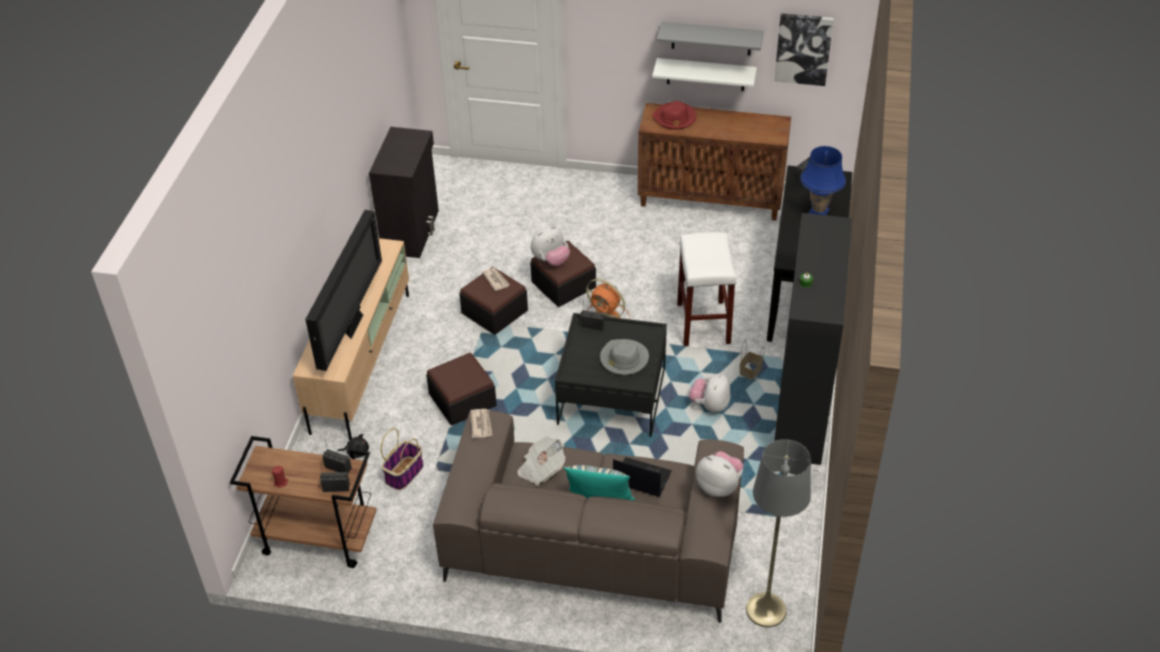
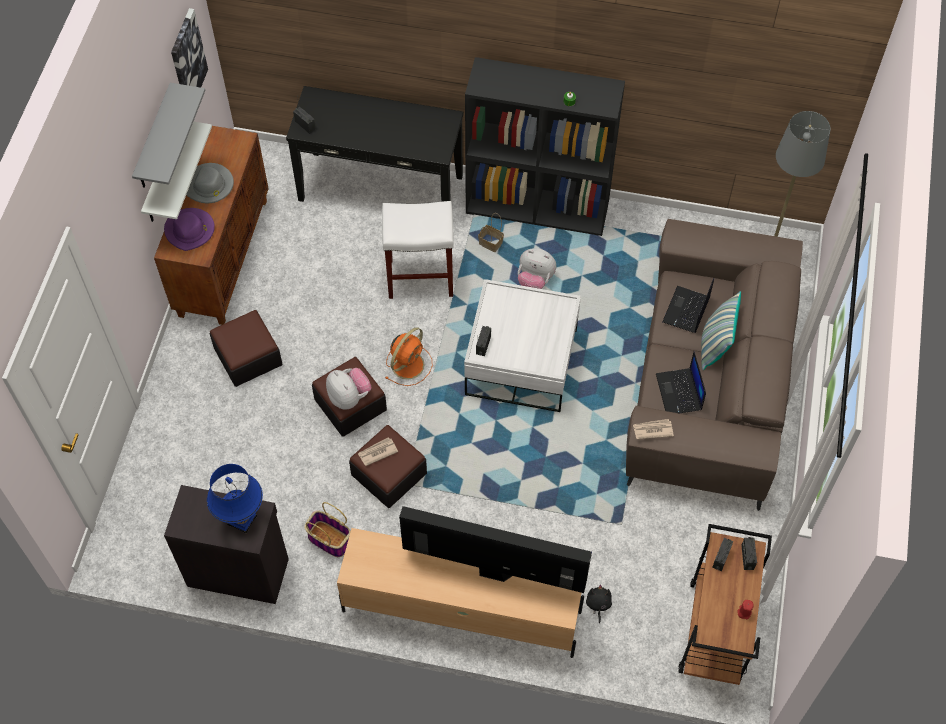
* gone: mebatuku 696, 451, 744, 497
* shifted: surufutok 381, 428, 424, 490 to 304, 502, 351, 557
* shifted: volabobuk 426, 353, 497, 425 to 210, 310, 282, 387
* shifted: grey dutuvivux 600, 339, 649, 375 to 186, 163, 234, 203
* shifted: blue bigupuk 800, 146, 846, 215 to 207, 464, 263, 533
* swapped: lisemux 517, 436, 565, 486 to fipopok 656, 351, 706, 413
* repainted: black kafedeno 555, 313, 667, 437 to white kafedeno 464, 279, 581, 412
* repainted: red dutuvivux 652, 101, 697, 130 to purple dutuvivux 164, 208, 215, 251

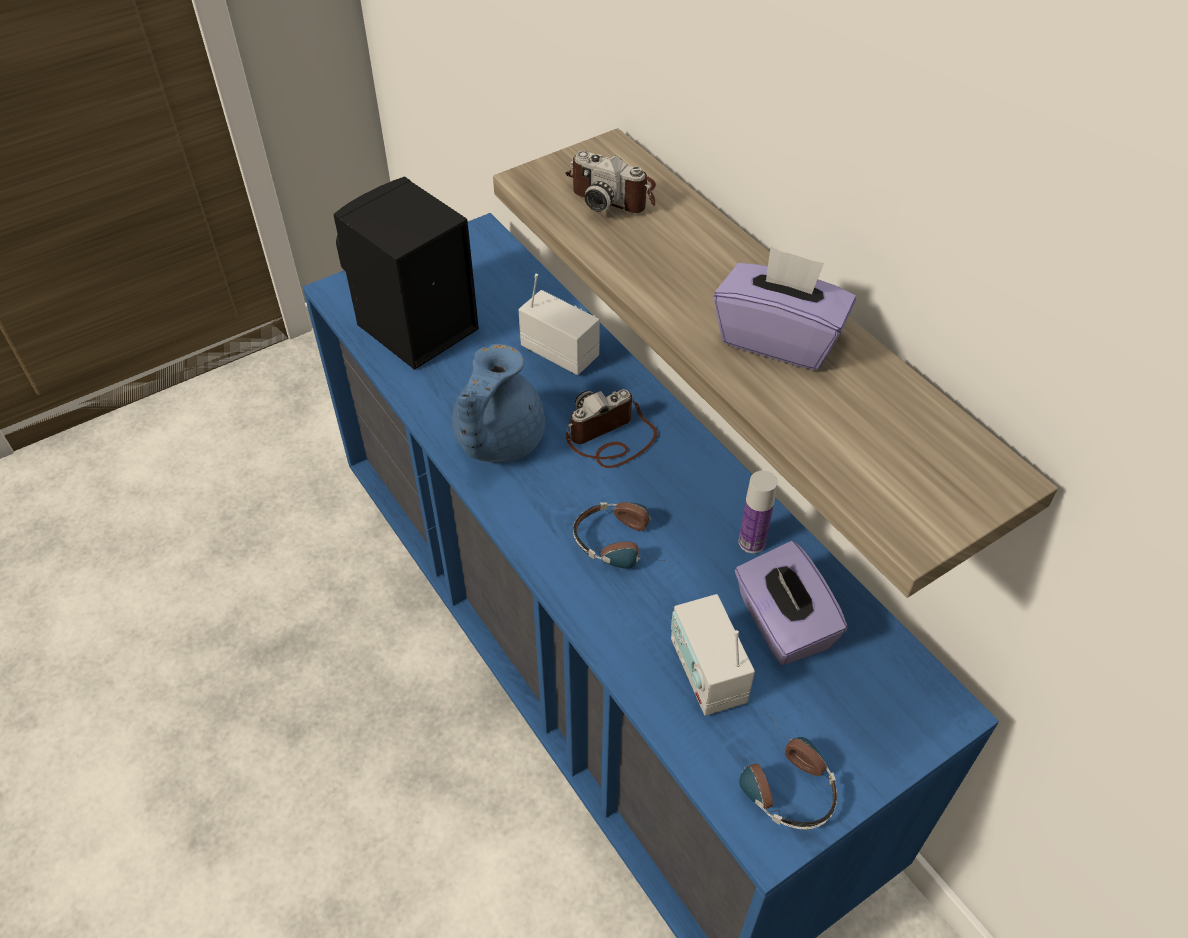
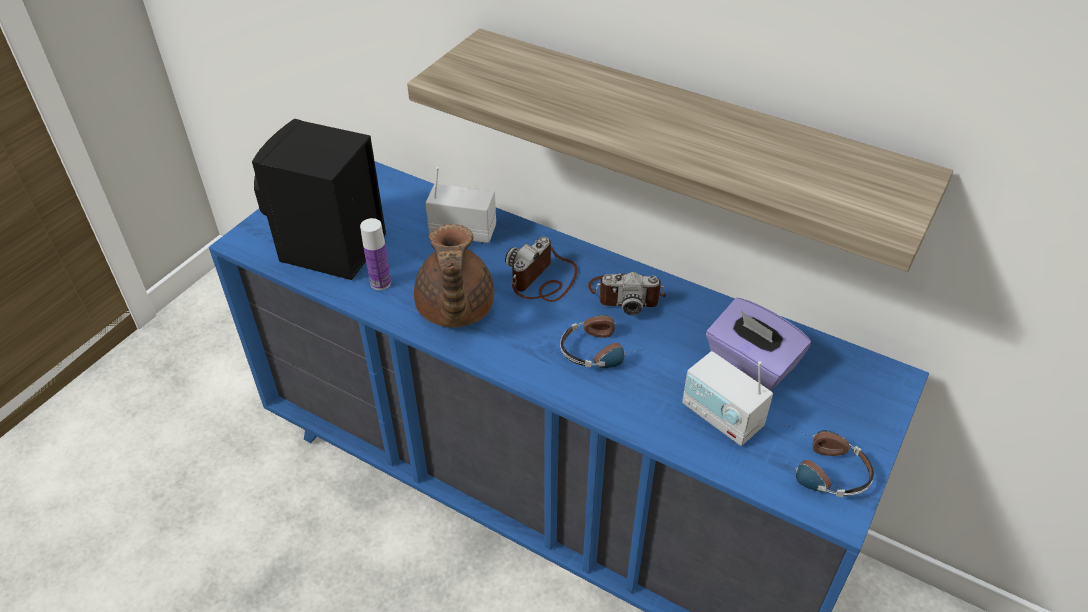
* gone: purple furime 714, 246, 856, 370
* shifted: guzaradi 565, 151, 656, 213 to 588, 272, 666, 315
* shifted: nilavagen 739, 471, 777, 553 to 360, 218, 391, 290
* repainted: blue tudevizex 452, 344, 545, 463 to brown tudevizex 414, 224, 494, 328

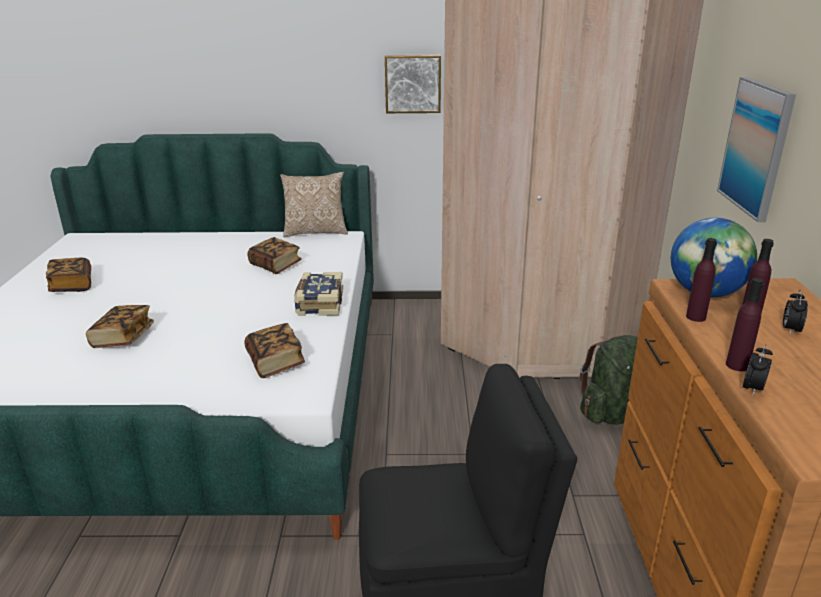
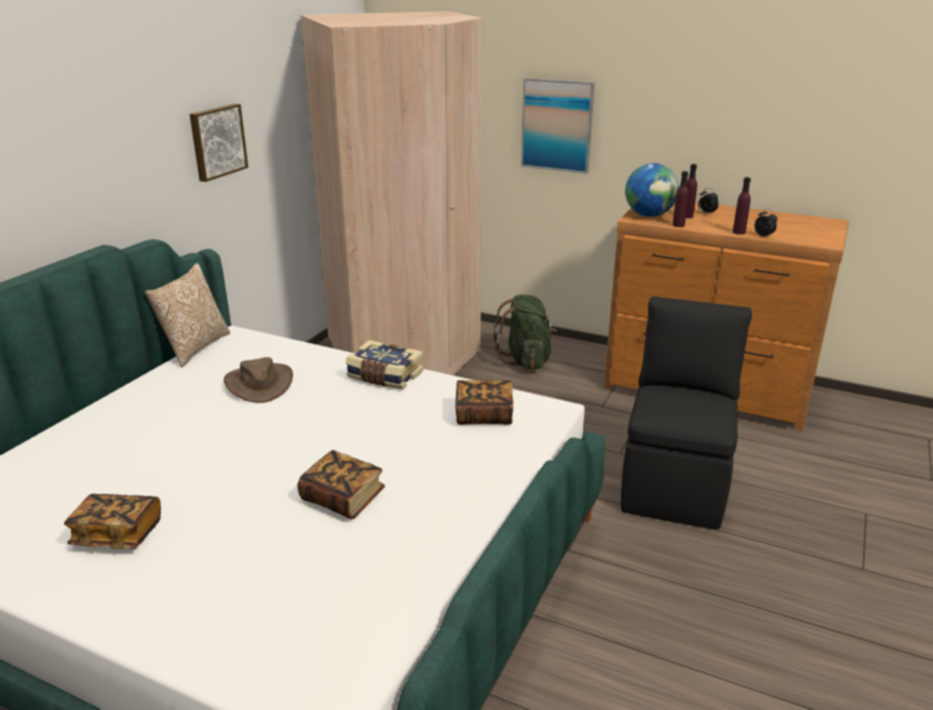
* swapped: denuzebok 247, 237, 302, 274 to brown dutuvivux 224, 357, 293, 403

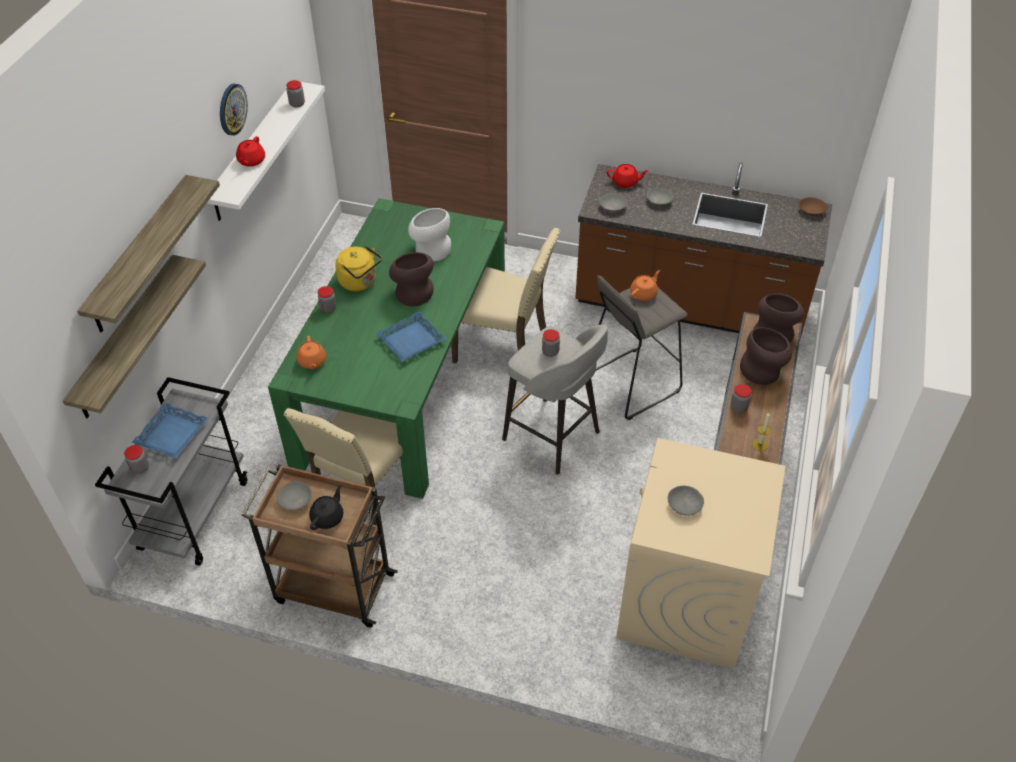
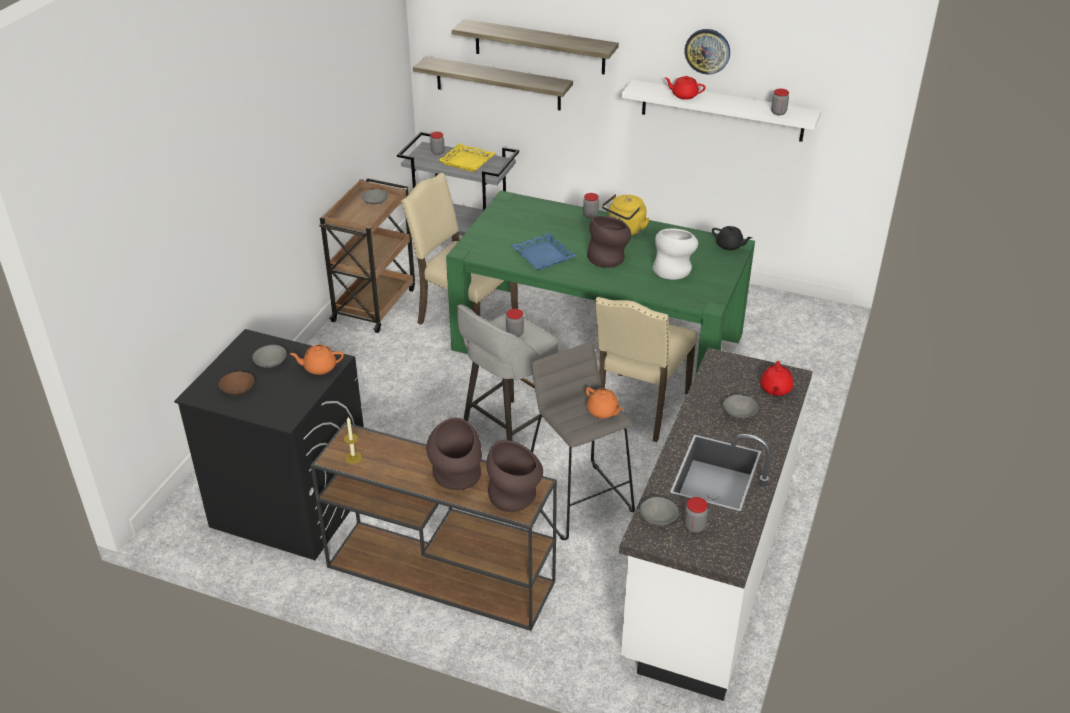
* shifted: orange tudevizex 296, 336, 326, 369 to 290, 345, 344, 375
* shifted: black tudevizex 309, 485, 343, 530 to 712, 226, 752, 250
* shifted: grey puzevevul 600, 193, 627, 212 to 640, 497, 679, 526
* shifted: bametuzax 731, 384, 752, 413 to 684, 497, 708, 533
* shifted: brown puzevevul 799, 197, 827, 216 to 219, 371, 254, 395
* repainted: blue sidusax 132, 402, 208, 459 to yellow sidusax 438, 143, 495, 172
* repainted: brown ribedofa 576, 163, 832, 339 to white ribedofa 619, 348, 813, 701
* repainted: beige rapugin 616, 438, 785, 669 to black rapugin 174, 329, 364, 560

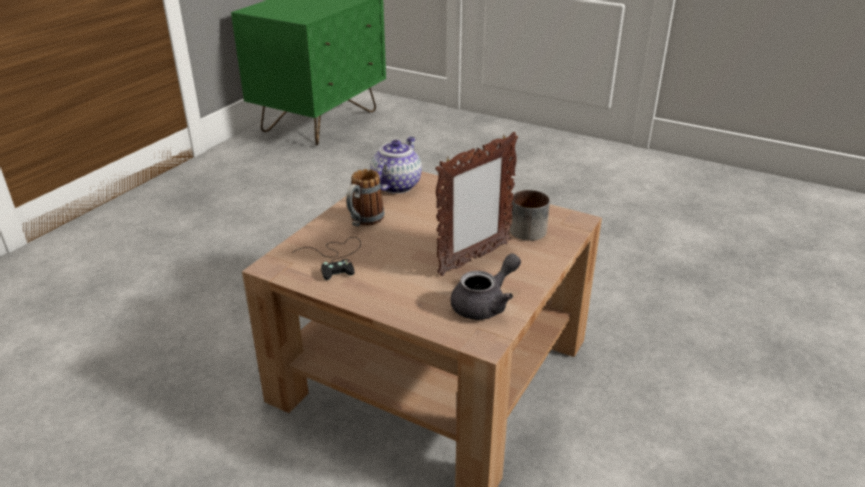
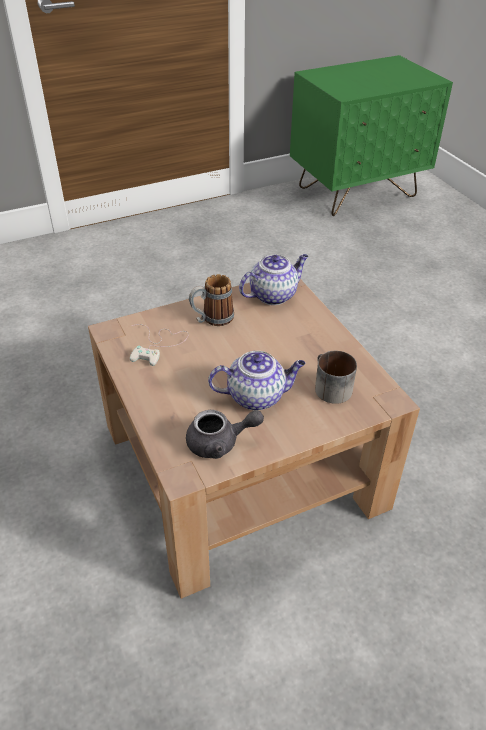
* swapped: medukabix 435, 132, 518, 276 to tudevizex 208, 351, 305, 410
* repainted: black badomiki 292, 237, 361, 280 to white badomiki 130, 324, 189, 366

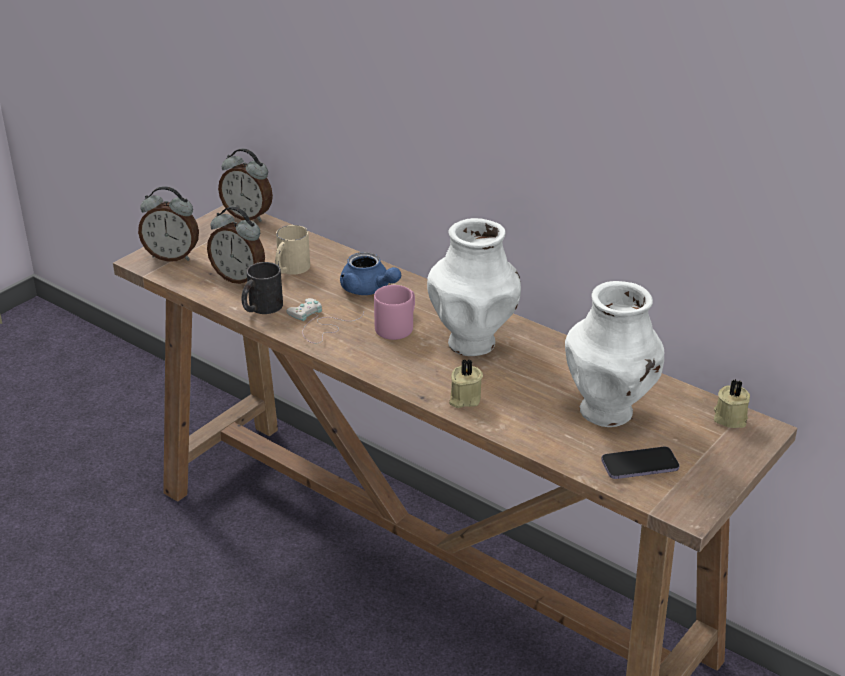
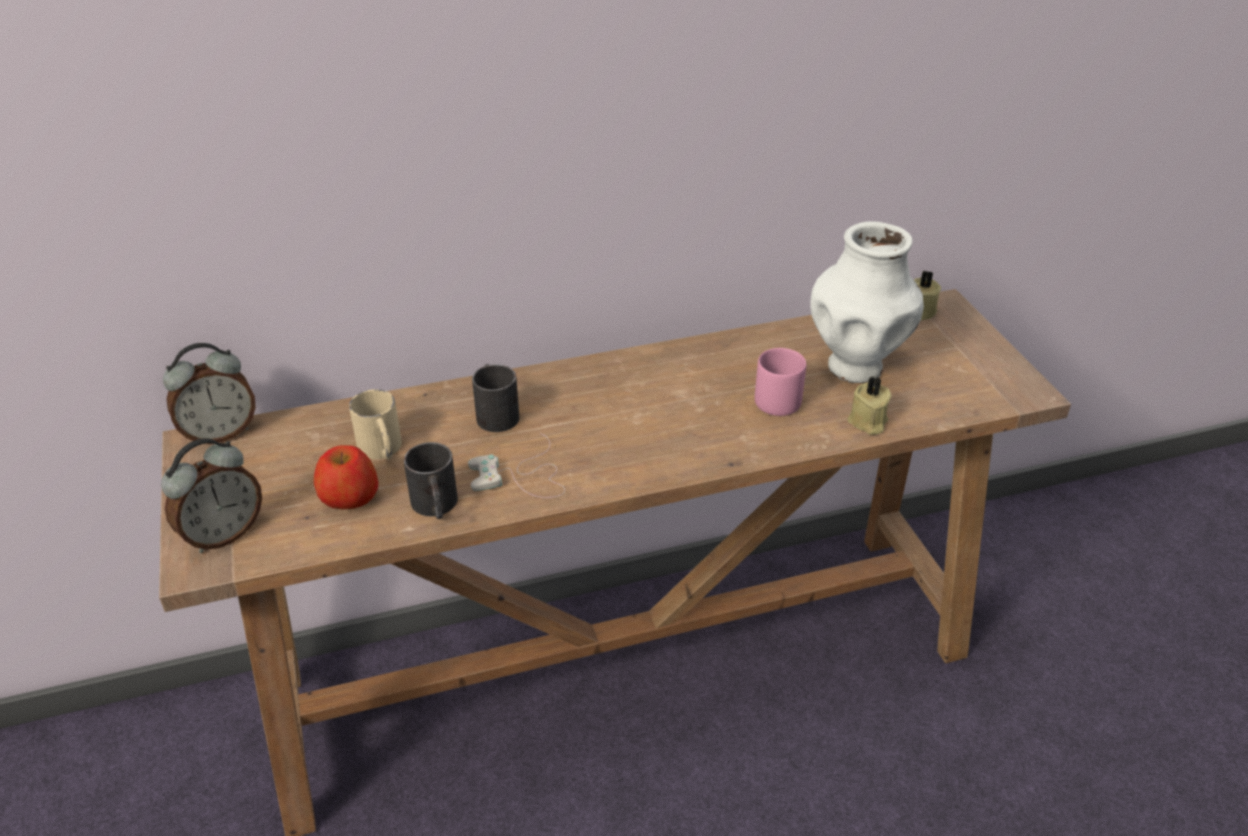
* gone: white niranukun 427, 218, 521, 356
* gone: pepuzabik 601, 447, 679, 479
* shifted: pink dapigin 374, 285, 415, 340 to 755, 348, 806, 416
* shifted: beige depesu 449, 359, 483, 408 to 848, 377, 892, 435
* swapped: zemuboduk 207, 206, 265, 284 to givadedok 314, 445, 378, 509
* swapped: blue tudevizex 340, 252, 401, 295 to black dapigin 472, 364, 519, 432

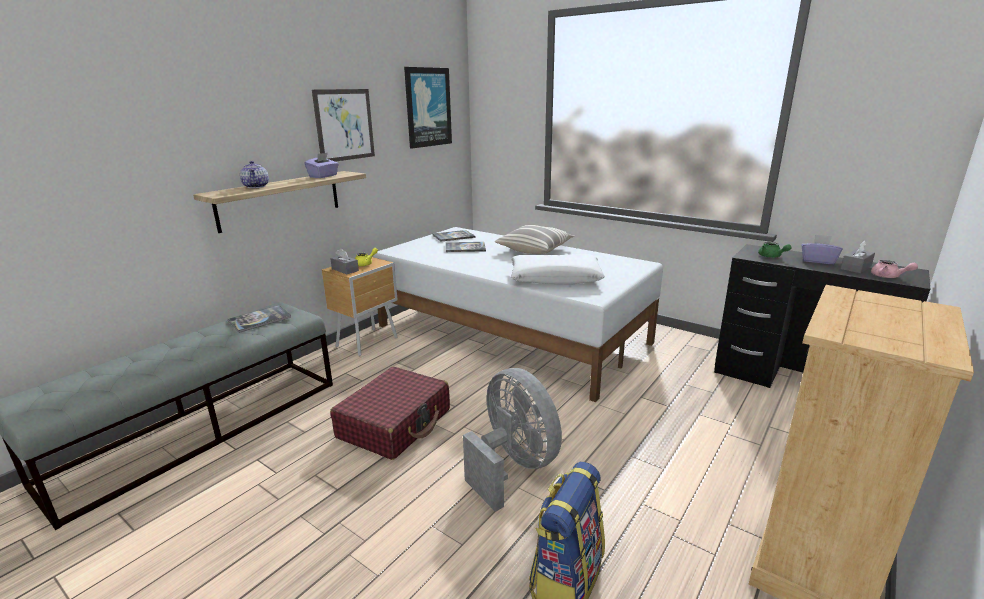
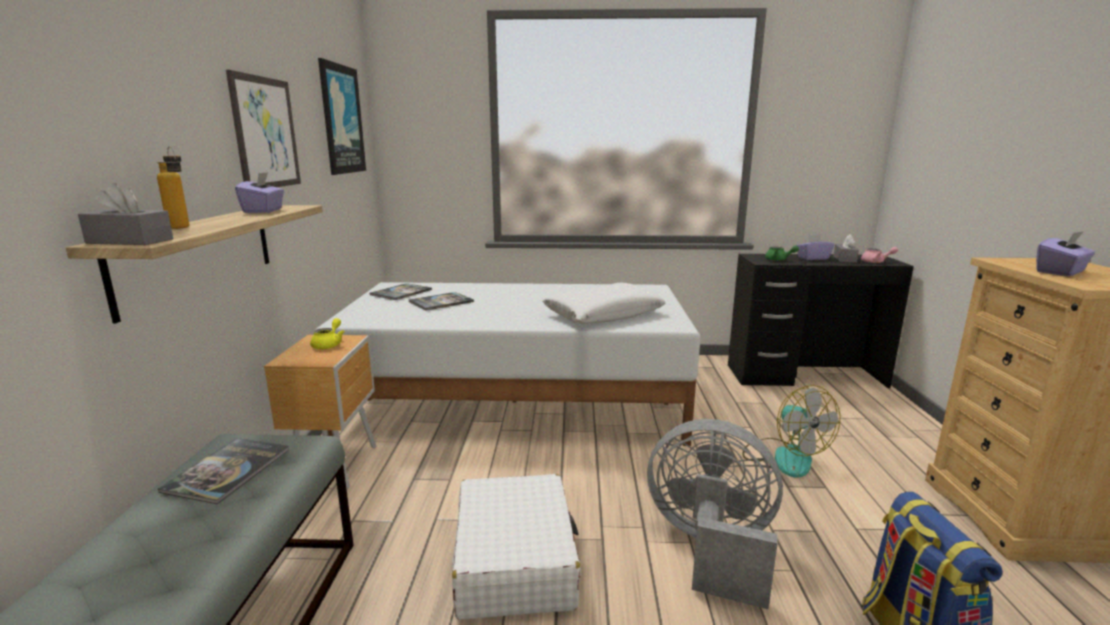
* gone: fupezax 495, 225, 574, 254
* new: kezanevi 742, 385, 840, 478
* new: purple furime 1036, 231, 1096, 276
* shifted: grey furime 330, 248, 359, 274 to 78, 183, 173, 245
* swapped: tudevizex 240, 161, 269, 188 to nilavagen 157, 146, 190, 229
* repainted: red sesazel 330, 367, 450, 460 to white sesazel 452, 474, 581, 620

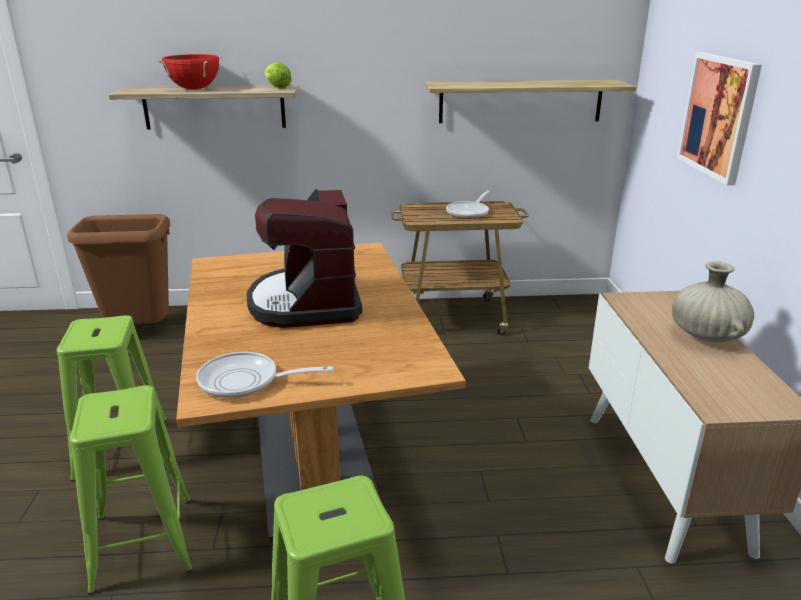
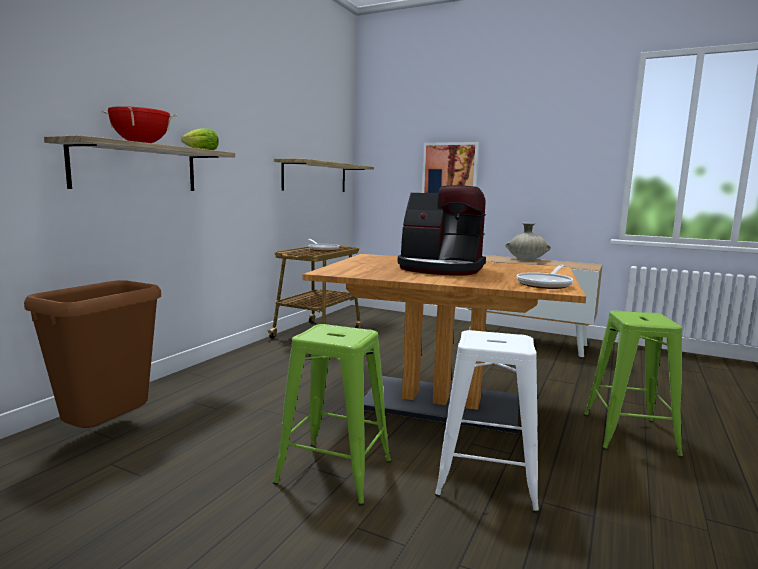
* repainted: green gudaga 70, 385, 193, 595 to white gudaga 435, 330, 539, 513

